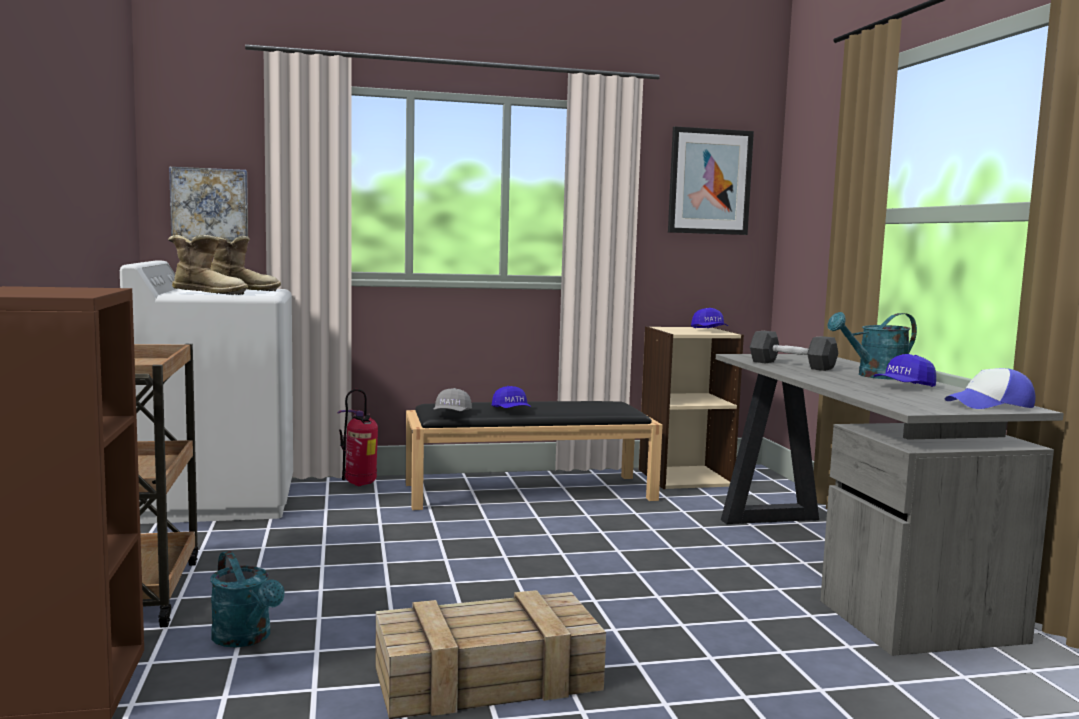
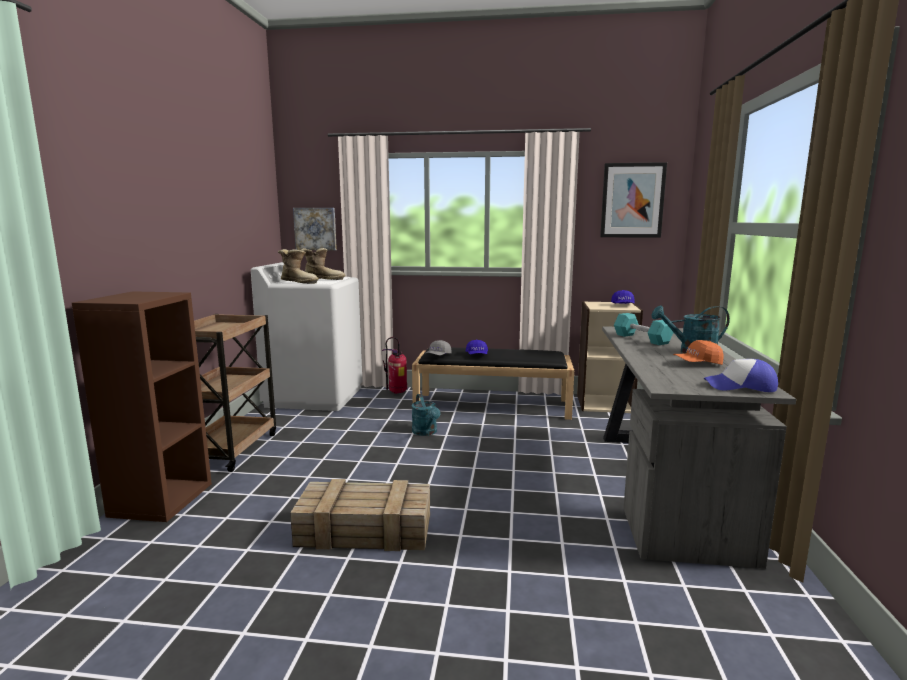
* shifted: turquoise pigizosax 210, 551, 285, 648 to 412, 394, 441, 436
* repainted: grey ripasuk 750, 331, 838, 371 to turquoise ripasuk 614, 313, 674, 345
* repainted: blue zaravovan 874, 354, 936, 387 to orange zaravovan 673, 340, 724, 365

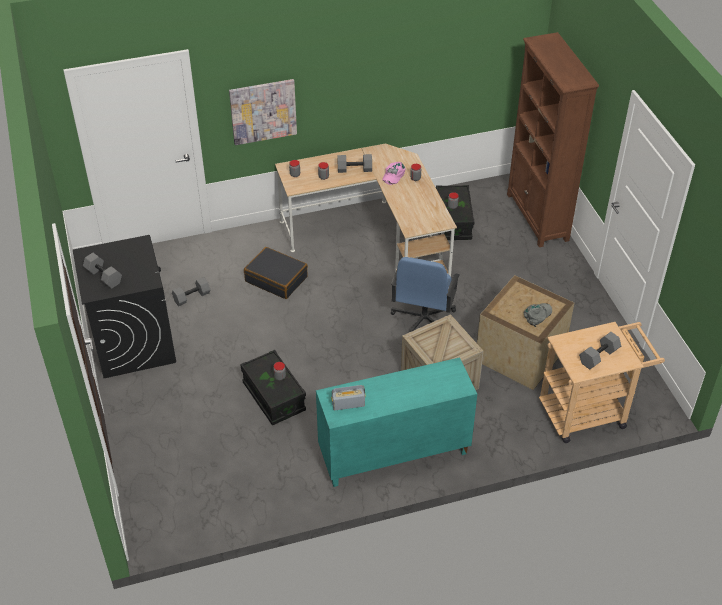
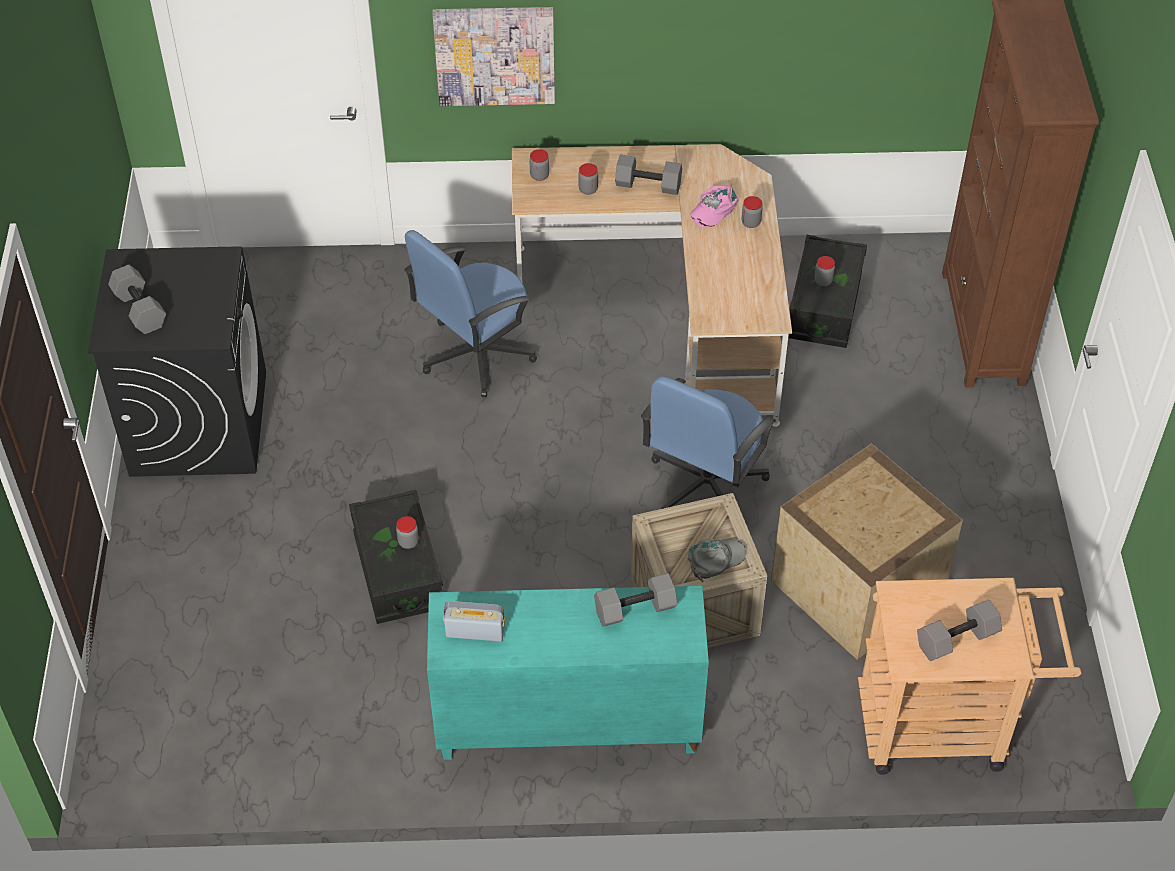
* shifted: grey ripasuk 172, 277, 210, 306 to 594, 573, 677, 627
* shifted: grey zaravovan 524, 303, 552, 327 to 688, 539, 746, 582
* swapped: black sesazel 244, 247, 308, 299 to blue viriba 404, 230, 537, 397

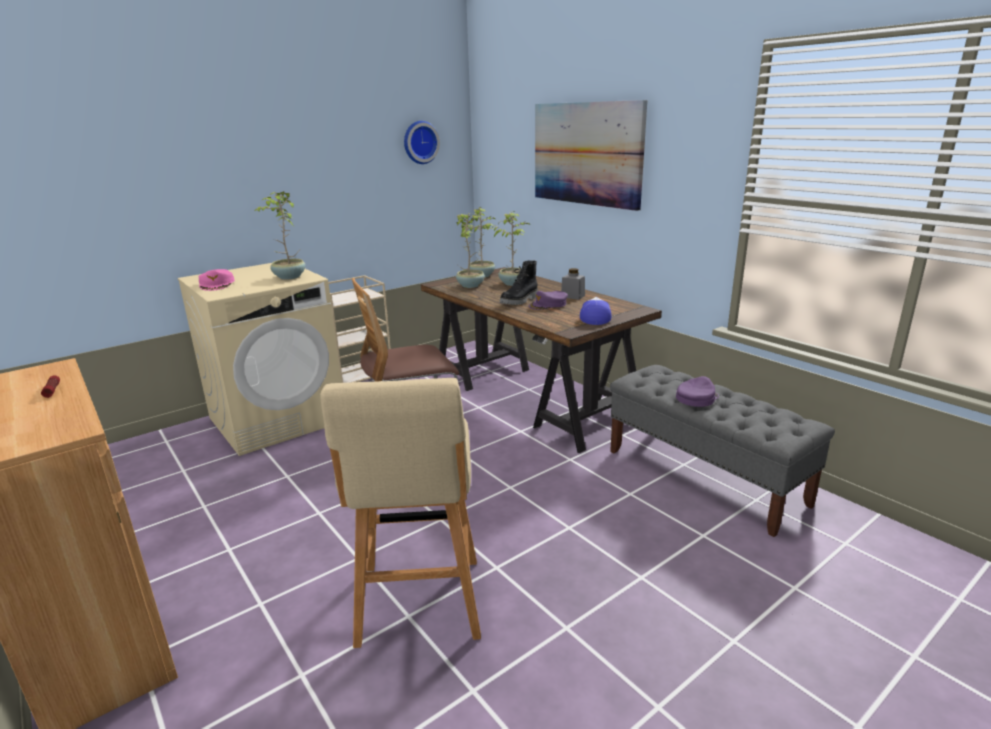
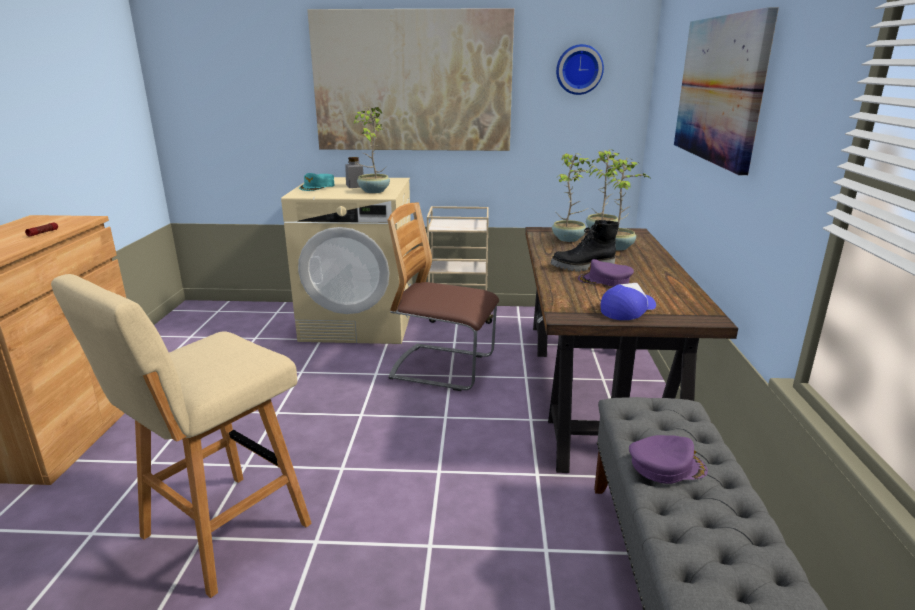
* new: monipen 307, 8, 514, 151
* shifted: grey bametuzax 561, 268, 585, 300 to 345, 157, 364, 188
* repainted: pink zaravovan 199, 269, 235, 291 to turquoise zaravovan 299, 173, 334, 191

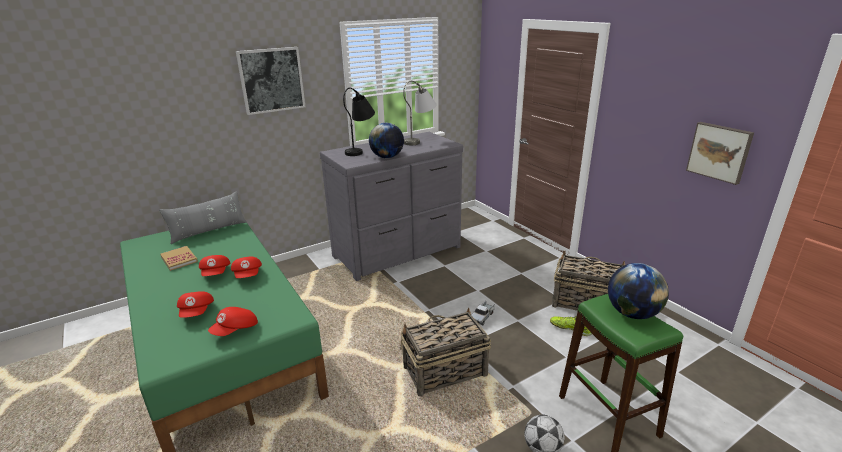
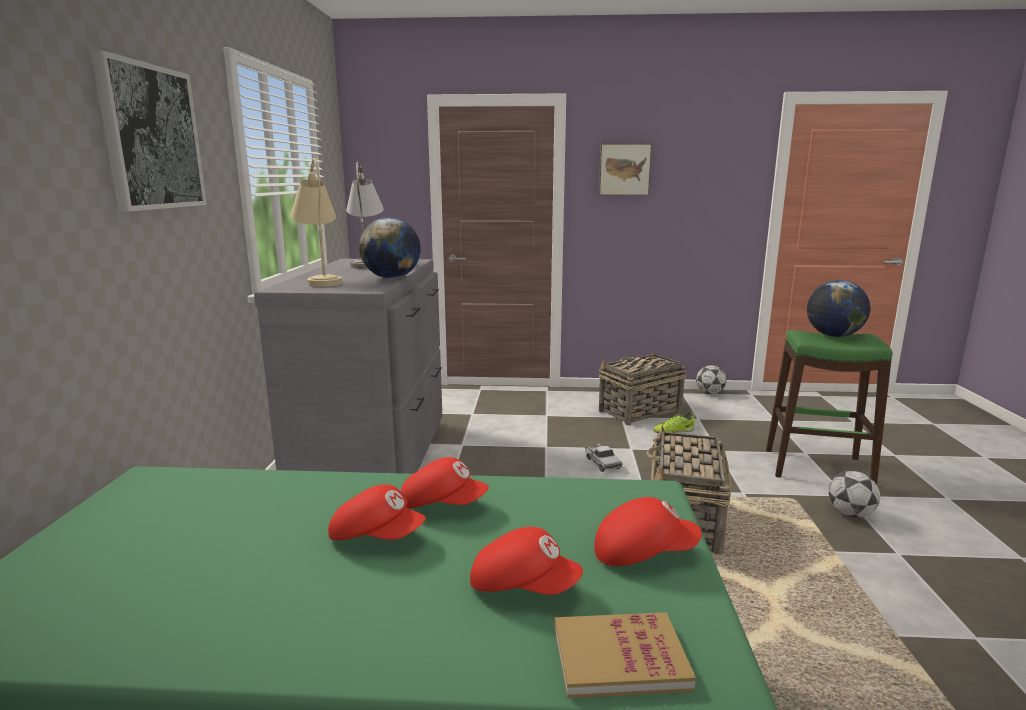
* gone: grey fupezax 159, 191, 247, 244
* new: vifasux 696, 365, 727, 394
* shifted: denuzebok 160, 246, 198, 271 to 554, 612, 696, 698
* shifted: monipen 686, 122, 754, 185 to 599, 143, 652, 196
* repainted: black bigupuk 343, 88, 375, 156 to beige bigupuk 290, 158, 342, 287
* rotated: red zaravovan 208, 307, 258, 336 = 594, 497, 702, 566 75 degrees counterclockwise

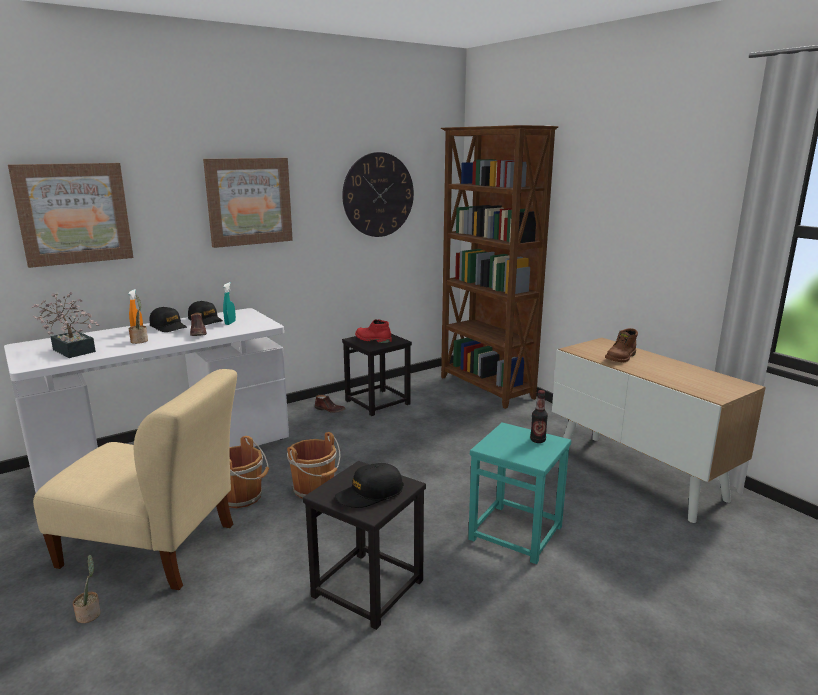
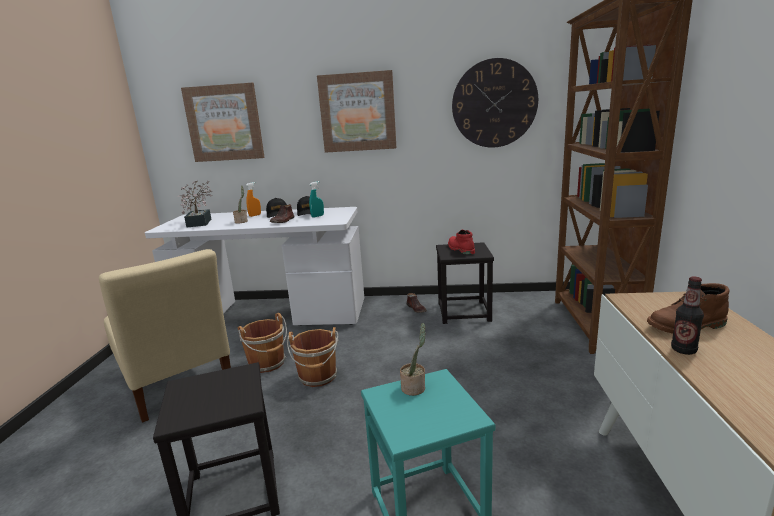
* gone: black zaravovan 335, 463, 404, 508
* shifted: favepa 73, 555, 101, 623 to 400, 323, 426, 396
* shifted: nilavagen 530, 390, 548, 443 to 671, 276, 704, 355

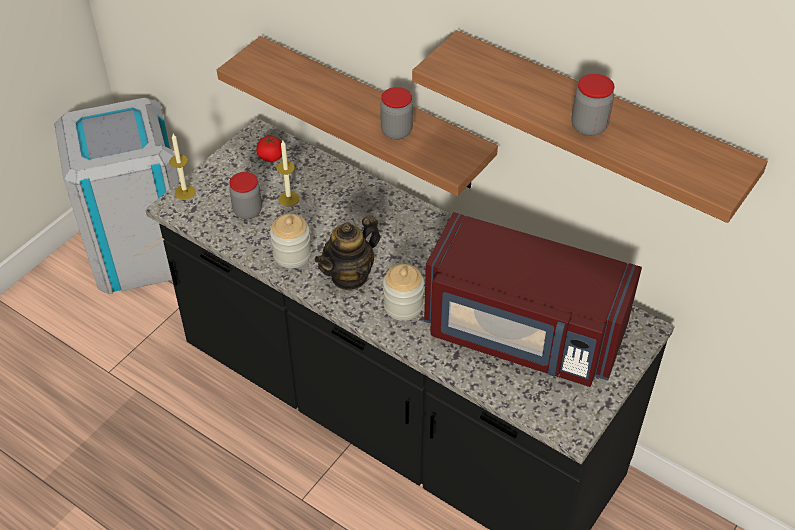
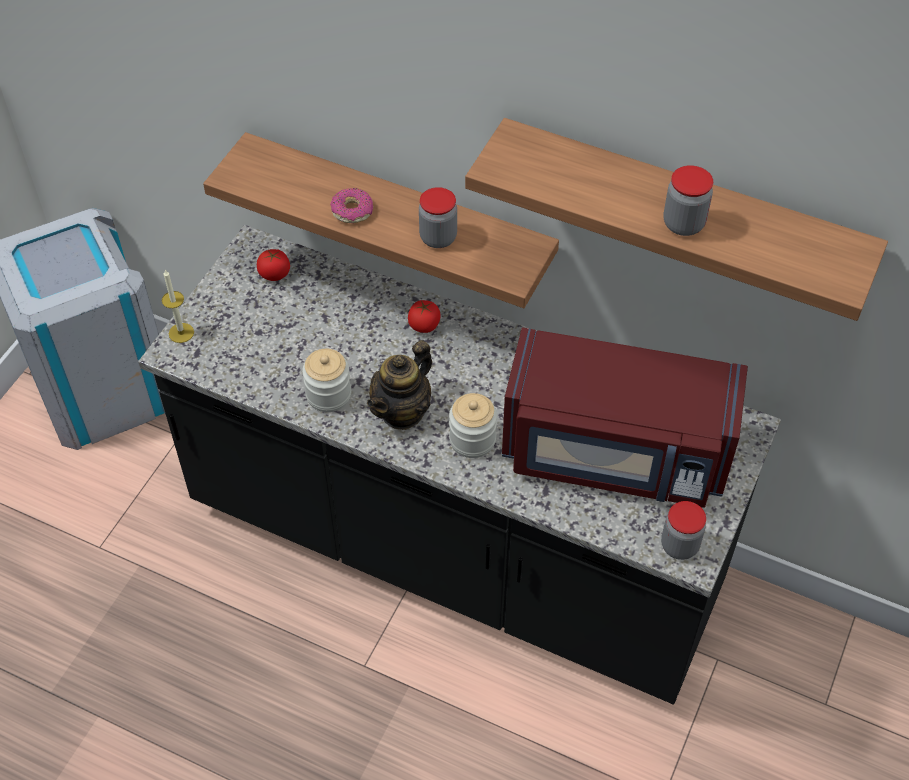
* gone: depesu 276, 140, 299, 207
* new: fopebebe 330, 188, 373, 223
* new: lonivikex 408, 300, 441, 333
* shifted: bametuzax 229, 172, 262, 219 to 661, 501, 706, 560

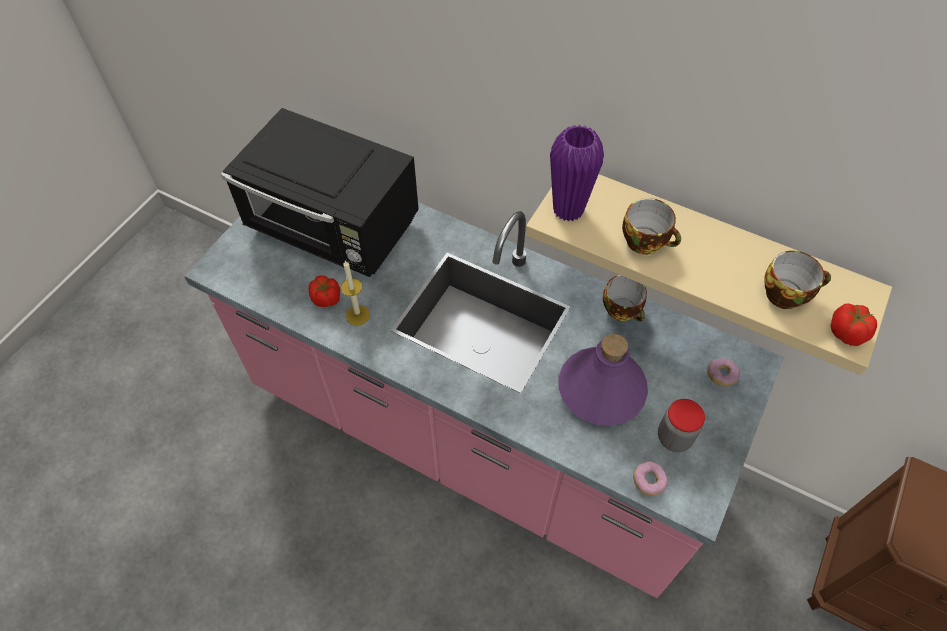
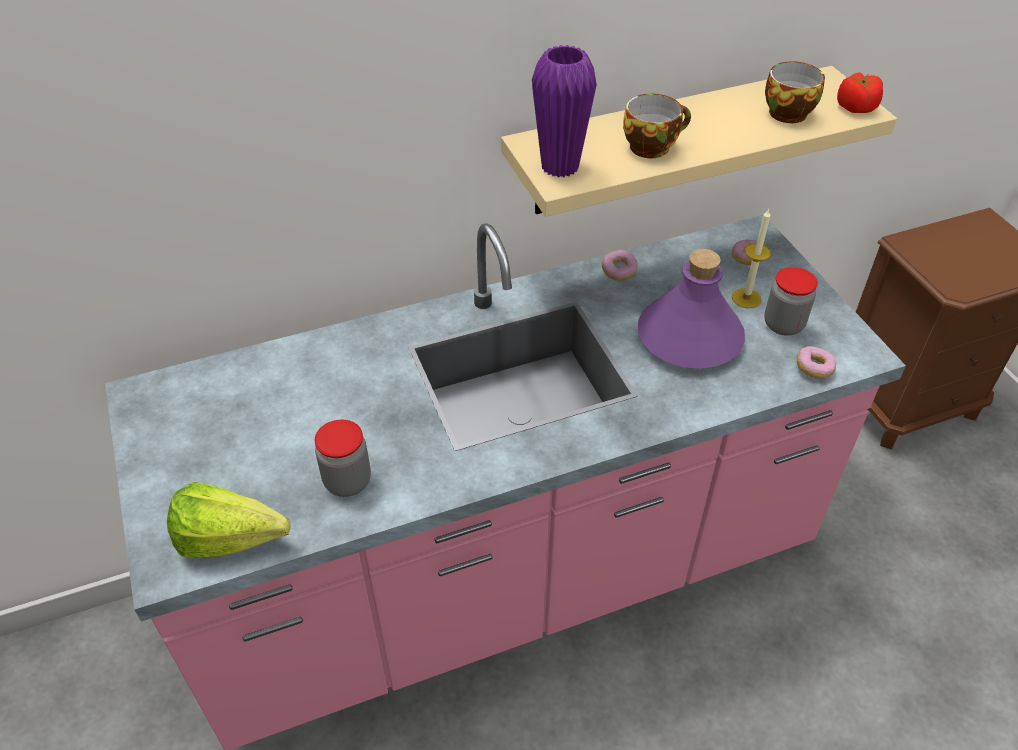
* gone: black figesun 221, 108, 419, 277
* new: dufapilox 167, 482, 290, 558
* shifted: depesu 341, 261, 370, 326 to 732, 209, 771, 308
* swapped: lonivikex 309, 276, 340, 307 to bametuzax 315, 420, 371, 497
* swapped: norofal 603, 275, 647, 322 to fopebebe 602, 250, 638, 281

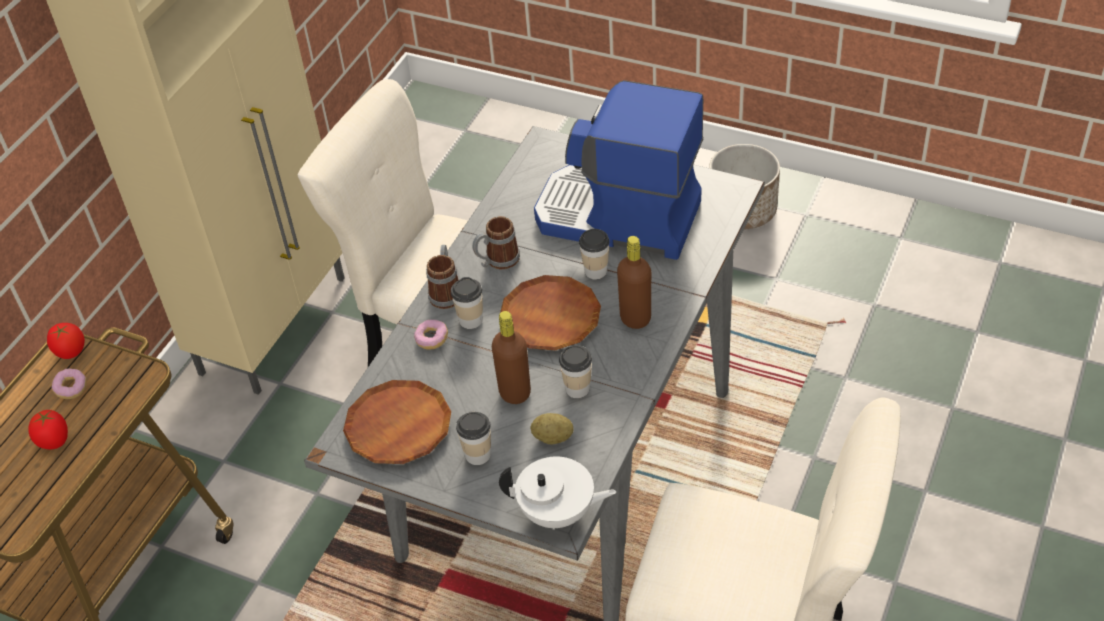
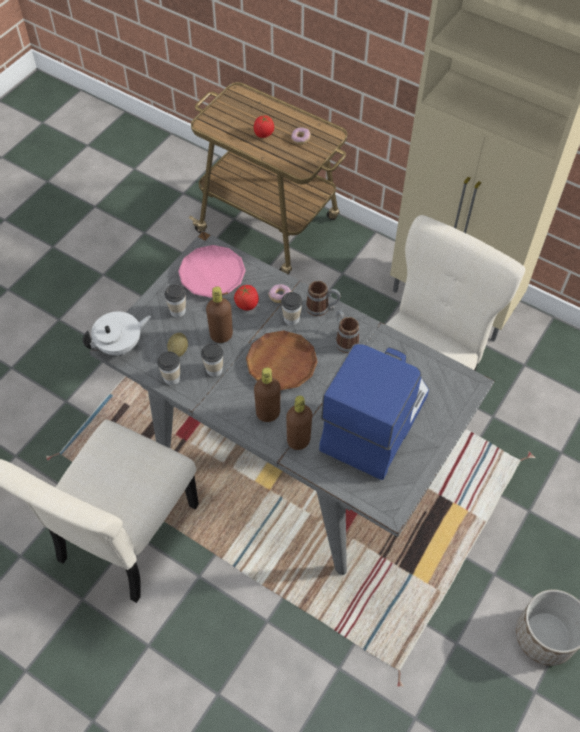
* new: brown nilavagen 286, 396, 312, 450
* shifted: lonivikex 47, 323, 85, 359 to 234, 285, 259, 311
* shifted: norofal 579, 229, 610, 279 to 157, 352, 180, 385
* repainted: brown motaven 343, 380, 451, 464 to pink motaven 178, 245, 246, 298
* rotated: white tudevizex 499, 457, 616, 530 = 83, 312, 151, 355 135 degrees counterclockwise

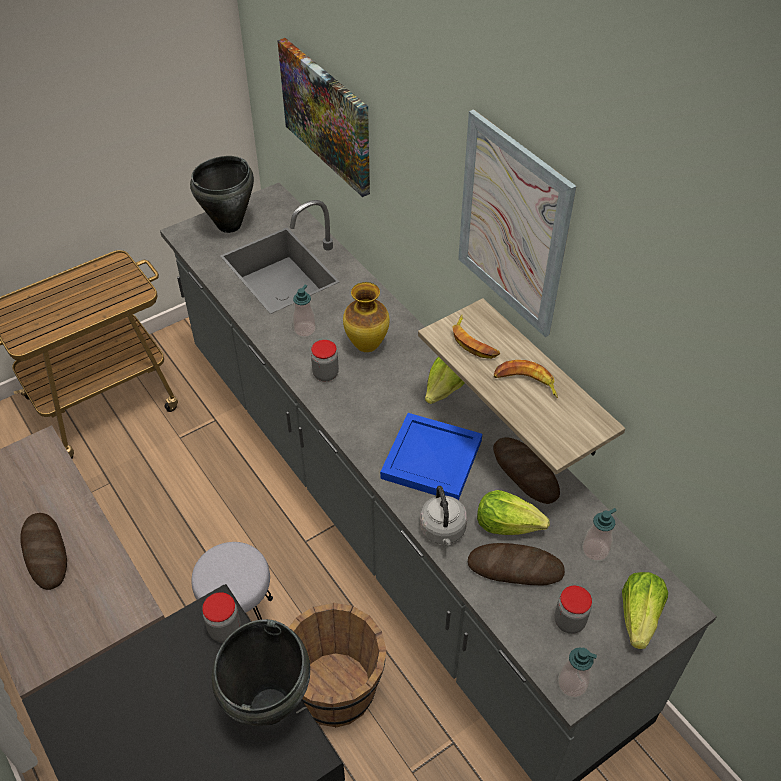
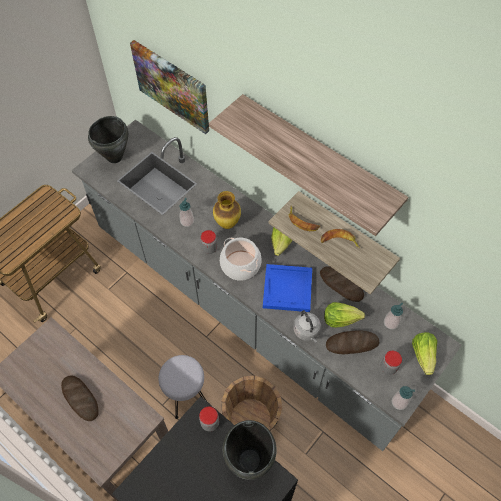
* new: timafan 220, 238, 262, 281
* swapped: monipen 458, 109, 577, 337 to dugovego 209, 94, 408, 236

